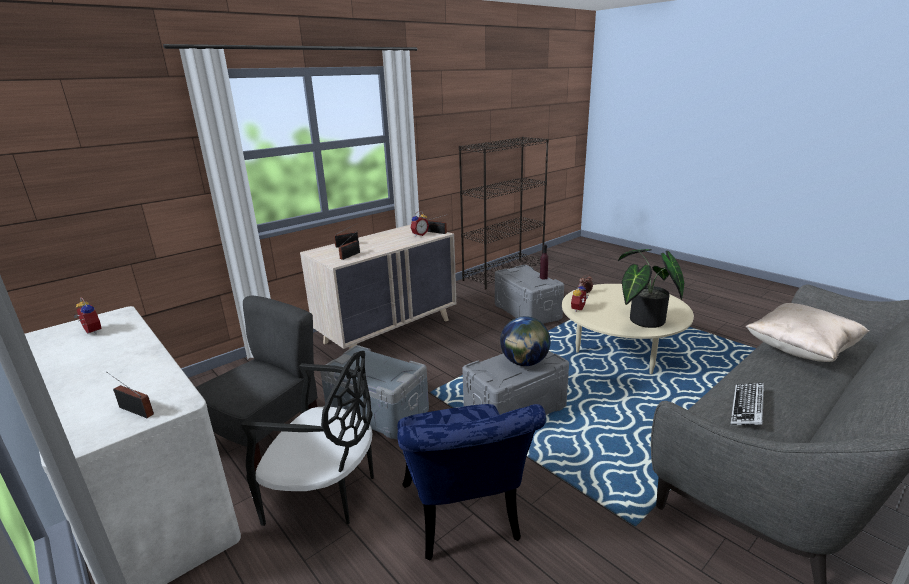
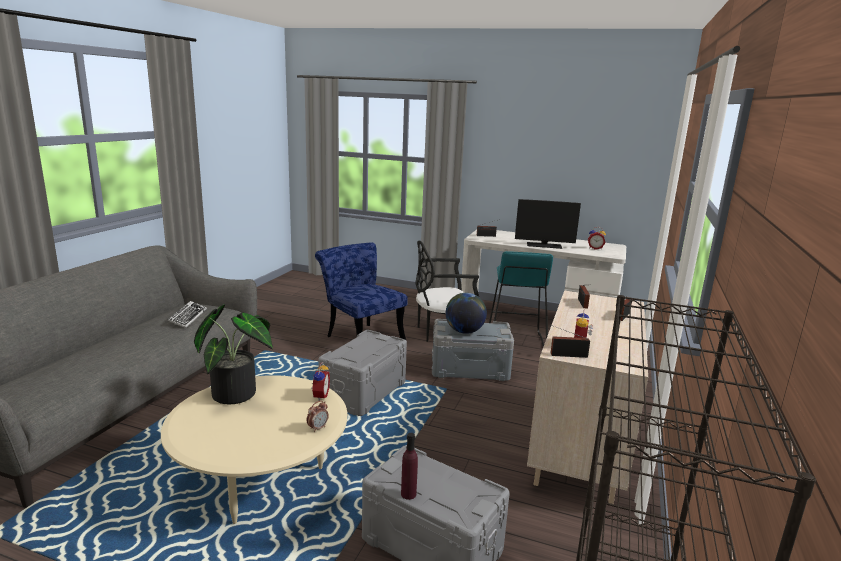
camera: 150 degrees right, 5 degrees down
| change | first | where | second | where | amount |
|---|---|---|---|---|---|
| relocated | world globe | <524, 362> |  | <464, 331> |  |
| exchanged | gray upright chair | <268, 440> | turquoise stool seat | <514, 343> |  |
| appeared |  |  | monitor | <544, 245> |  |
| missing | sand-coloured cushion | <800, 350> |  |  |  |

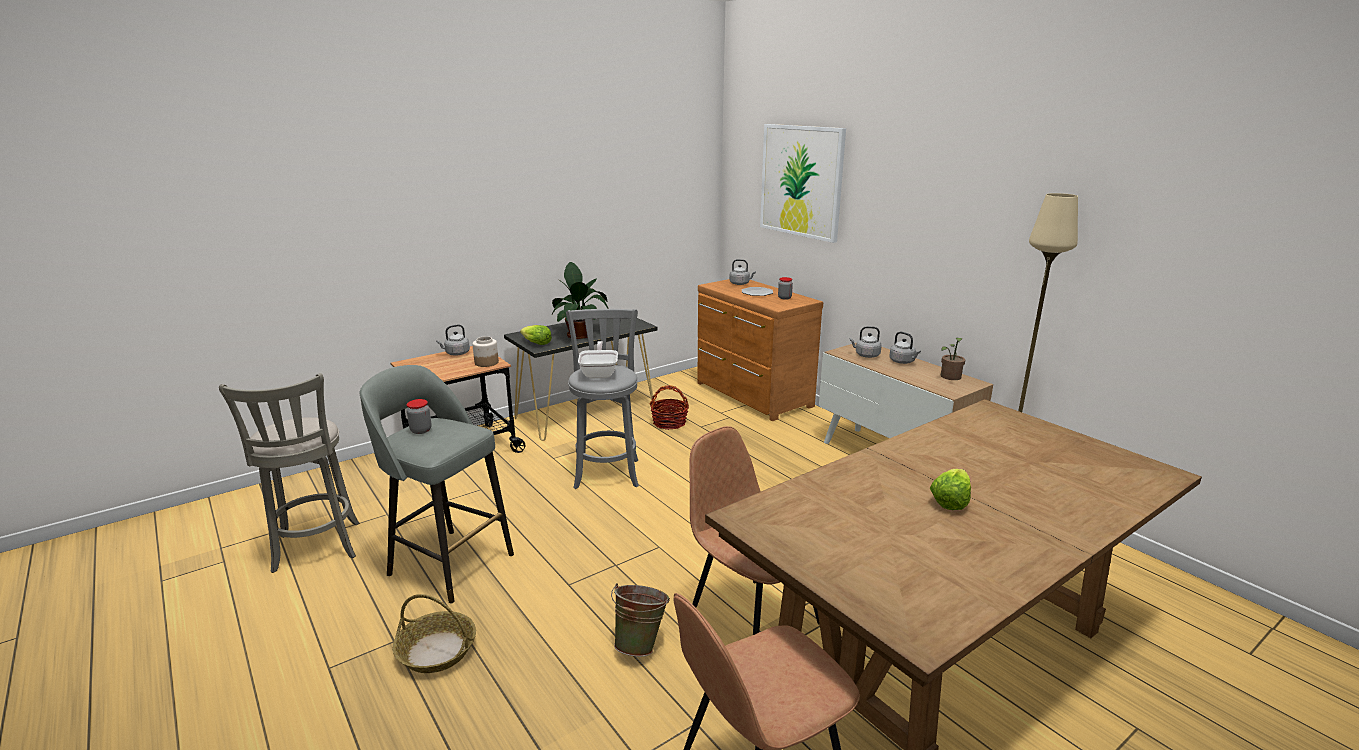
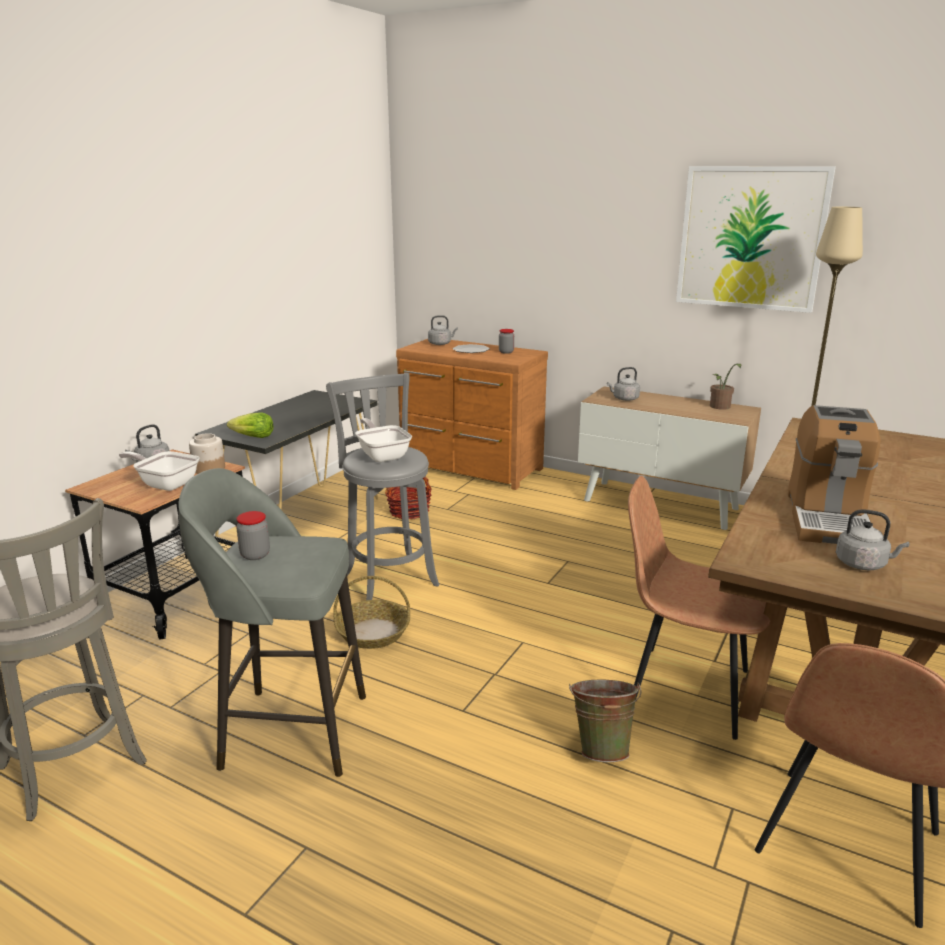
camera: 25 degrees left, 0 degrees up
| change | first | where | second | where | amount |
|---|---|---|---|---|---|
| appeared |  |  | frying pan | <165, 484> |  |
| relocated | storage basket | <437, 651> |  | <373, 632> |  |
| relocated | wall art | <801, 181> |  | <751, 238> |  |
| appeared |  |  | coffee machine | <827, 518> |  |
| relocated | gray tea kettle | <903, 362> |  | <863, 564> |  |
| missing | potted plant | <580, 334> |  |  |  |
| missing | head of lettuce | <950, 501> |  |  |  |

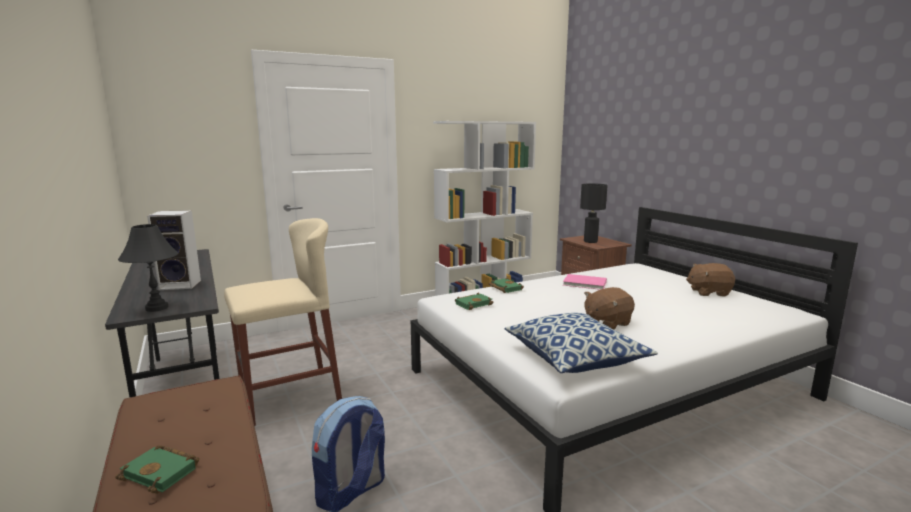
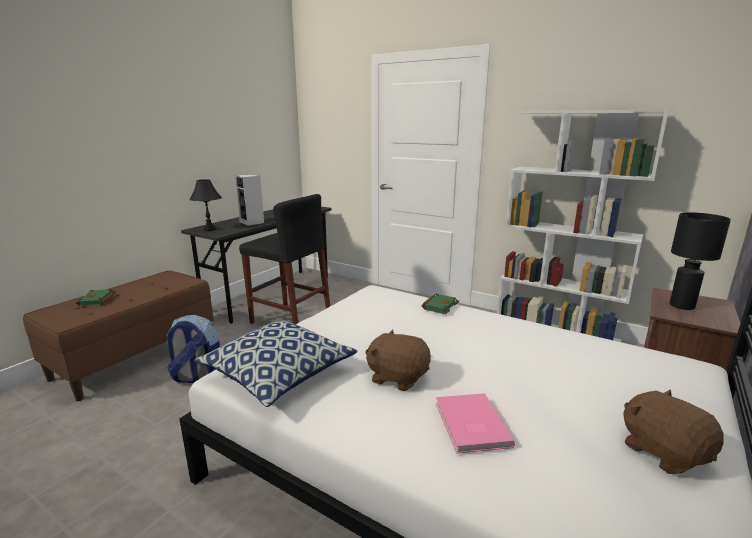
camera: 60 degrees right, 5 degrees up
| change | first | where | second | where | amount |
|---|---|---|---|---|---|
| colour | sand-coloured stool seat | <290, 397> | black stool seat | <290, 320> |  |
| relocated | pink-coloured book | <585, 284> |  | <470, 425> |  |
| missing | green book | <473, 304> |  |  |  |

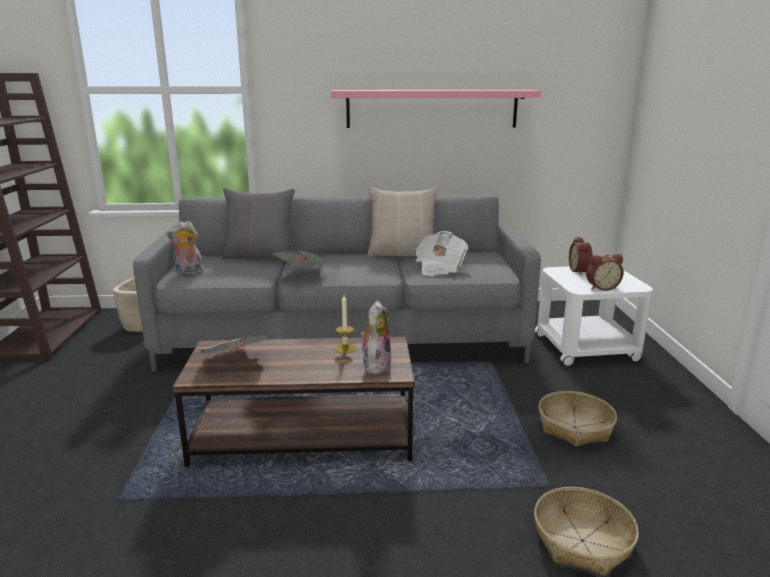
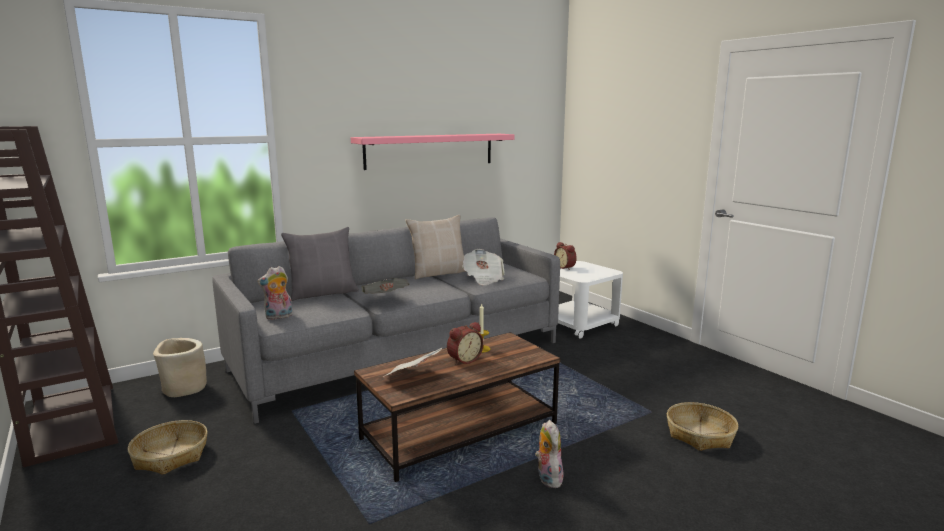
camera: 30 degrees left, 5 degrees down
| change | first | where | second | where | amount |
|---|---|---|---|---|---|
| relocated | storage basket | <574, 427> |  | <170, 456> |  |
| relocated | alarm clock | <601, 287> |  | <463, 360> |  |
| relocated | soft toy | <375, 365> |  | <547, 478> |  |

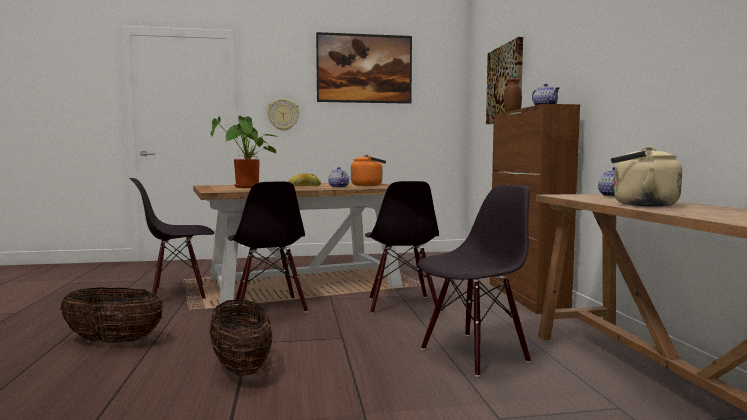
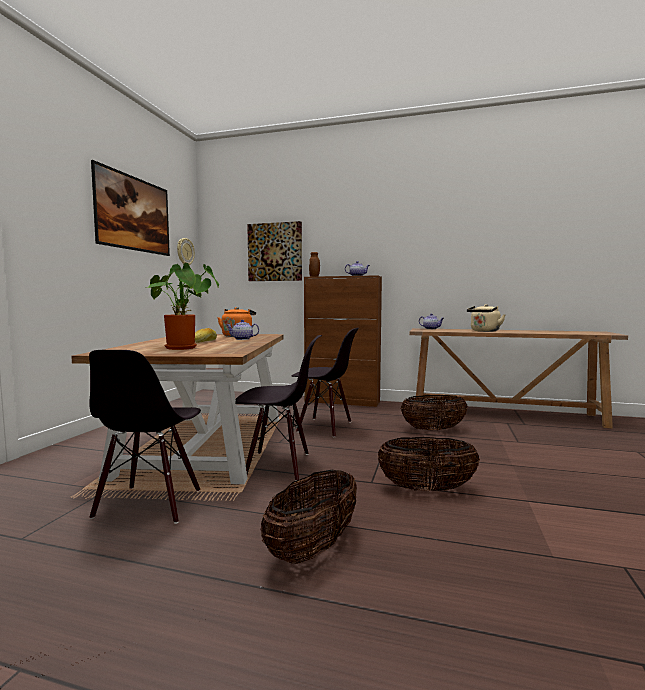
camera: 65 degrees left, 0 degrees up
| change | first | where | second | where | amount |
|---|---|---|---|---|---|
| relocated | clock on the wall | <283, 115> |  | <185, 252> |  |
| exchanged | black upright chair | <473, 354> | storage basket | <433, 429> |  |

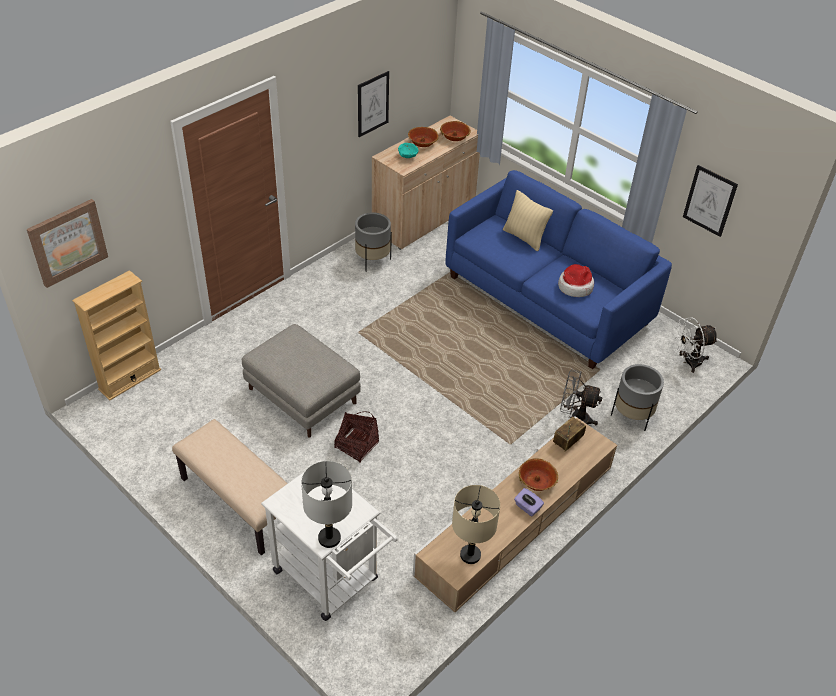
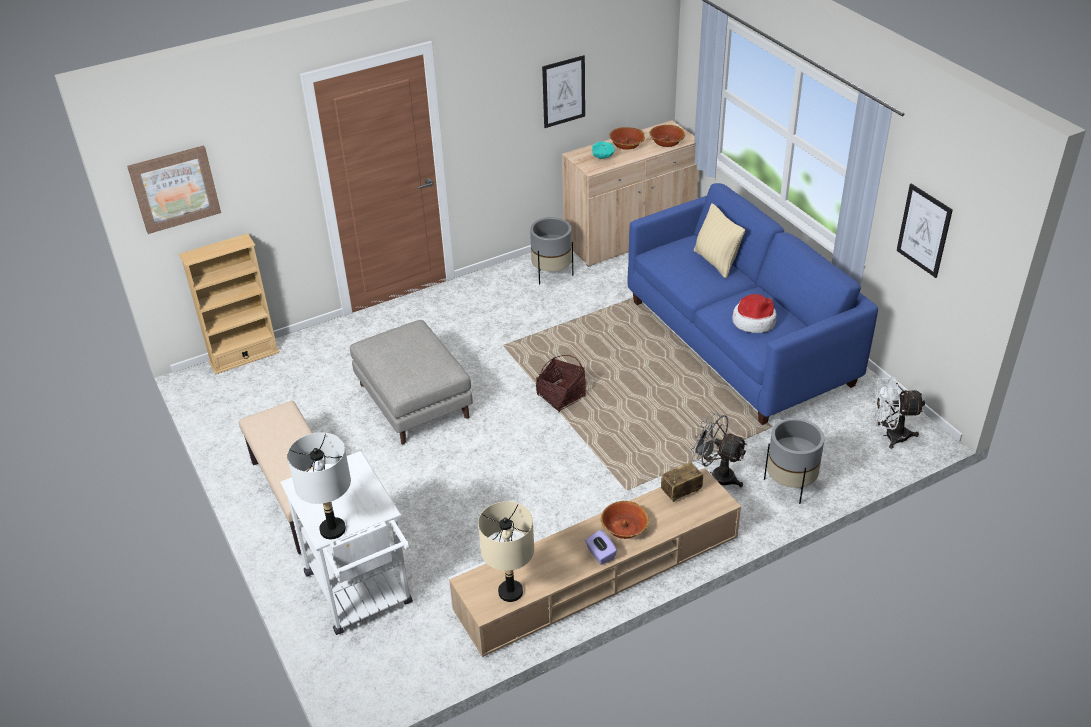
camera: 20 degrees right, 5 degrees down
| change | first | where | second | where | amount |
|---|---|---|---|---|---|
| relocated | storage basket | <356, 445> |  | <560, 396> |  |

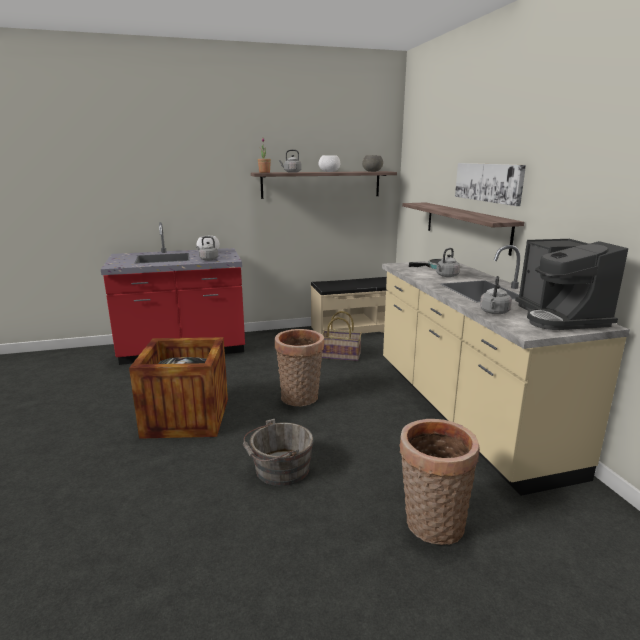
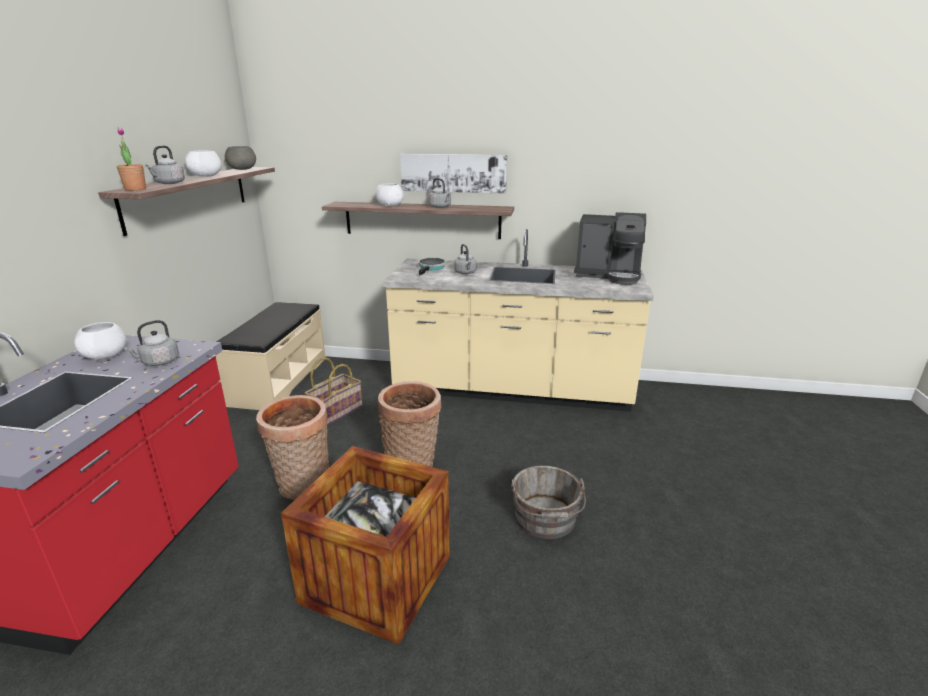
camera: 65 degrees left, 5 degrees up
| change | first | where | second | where | amount |
|---|---|---|---|---|---|
| relocated | storage basket | <431, 525> |  | <303, 487> |  |
| appeared |  |  | white serving bowl | <390, 205> |  |
| relocated | gray tea kettle | <494, 312> |  | <440, 207> |  |

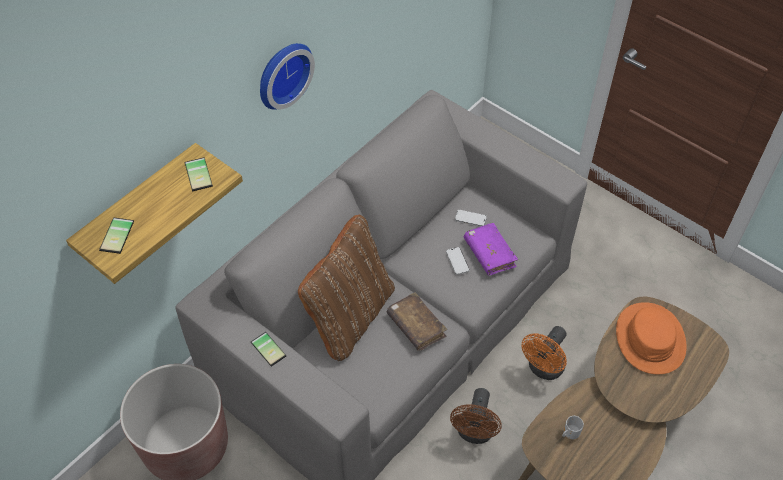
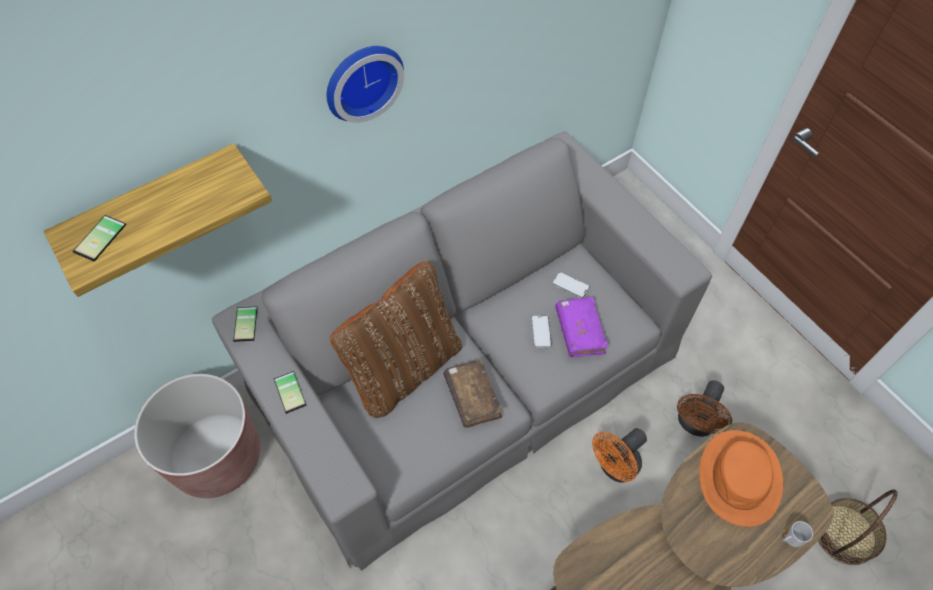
camera: 15 degrees right, 5 degrees up
| change | first | where | second | where | amount |
|---|---|---|---|---|---|
| relocated | telephone | <200, 174> |  | <247, 324> |  |
| relocated | brown-coloured cooling fan | <474, 433> |  | <695, 424> |  |
| relocated | coffee mug | <569, 433> |  | <790, 538> |  |
| appeared |  |  | storage basket | <845, 534> |  |

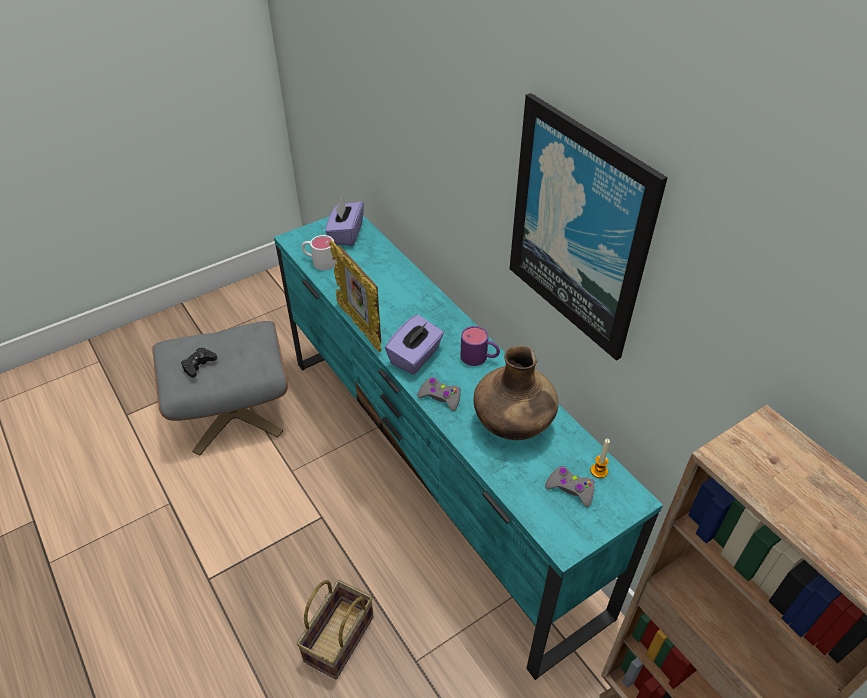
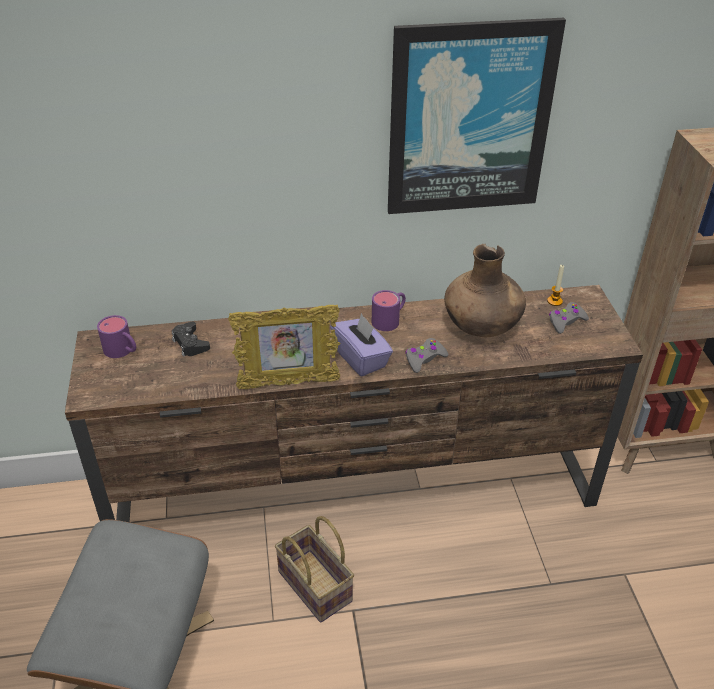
camera: 65 degrees left, 5 degrees down
| change | first | where | second | where | amount |
|---|---|---|---|---|---|
| colour | turquoise tv unit | <435, 476> | brown-coloured tv unit | <357, 494> |  |
| exchanged | purple tissue box | <346, 234> | purple coffee mug | <123, 351> |  |
| relocated | black game controller | <199, 365> |  | <190, 343> |  |
| relocated | storage basket | <339, 641> |  | <317, 586> |  |
| missing | white coffee mug | <319, 261> |  |  |  |

